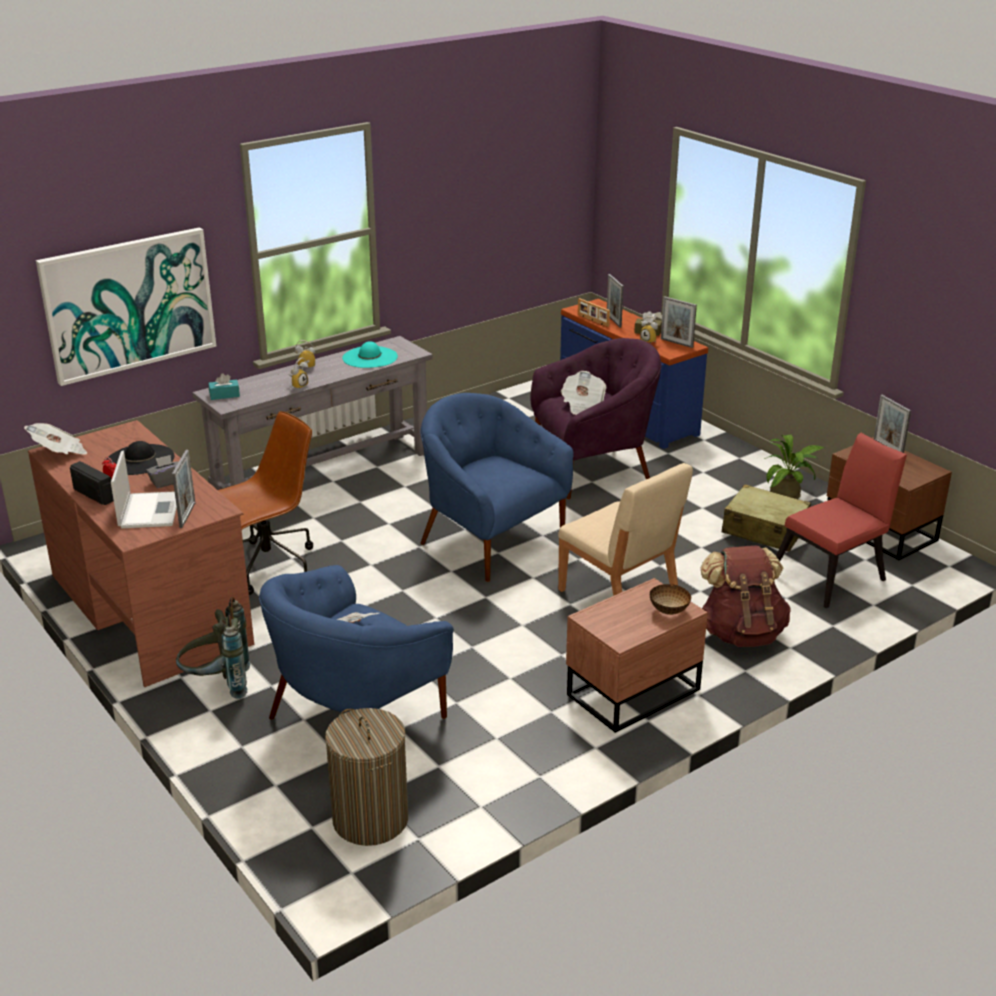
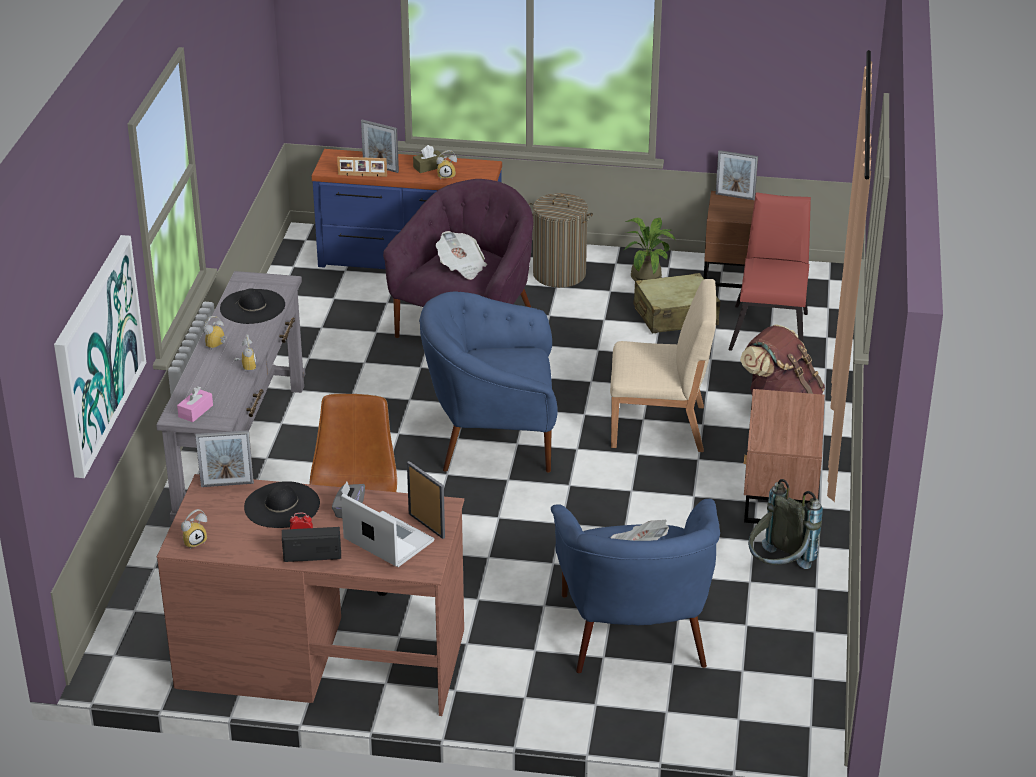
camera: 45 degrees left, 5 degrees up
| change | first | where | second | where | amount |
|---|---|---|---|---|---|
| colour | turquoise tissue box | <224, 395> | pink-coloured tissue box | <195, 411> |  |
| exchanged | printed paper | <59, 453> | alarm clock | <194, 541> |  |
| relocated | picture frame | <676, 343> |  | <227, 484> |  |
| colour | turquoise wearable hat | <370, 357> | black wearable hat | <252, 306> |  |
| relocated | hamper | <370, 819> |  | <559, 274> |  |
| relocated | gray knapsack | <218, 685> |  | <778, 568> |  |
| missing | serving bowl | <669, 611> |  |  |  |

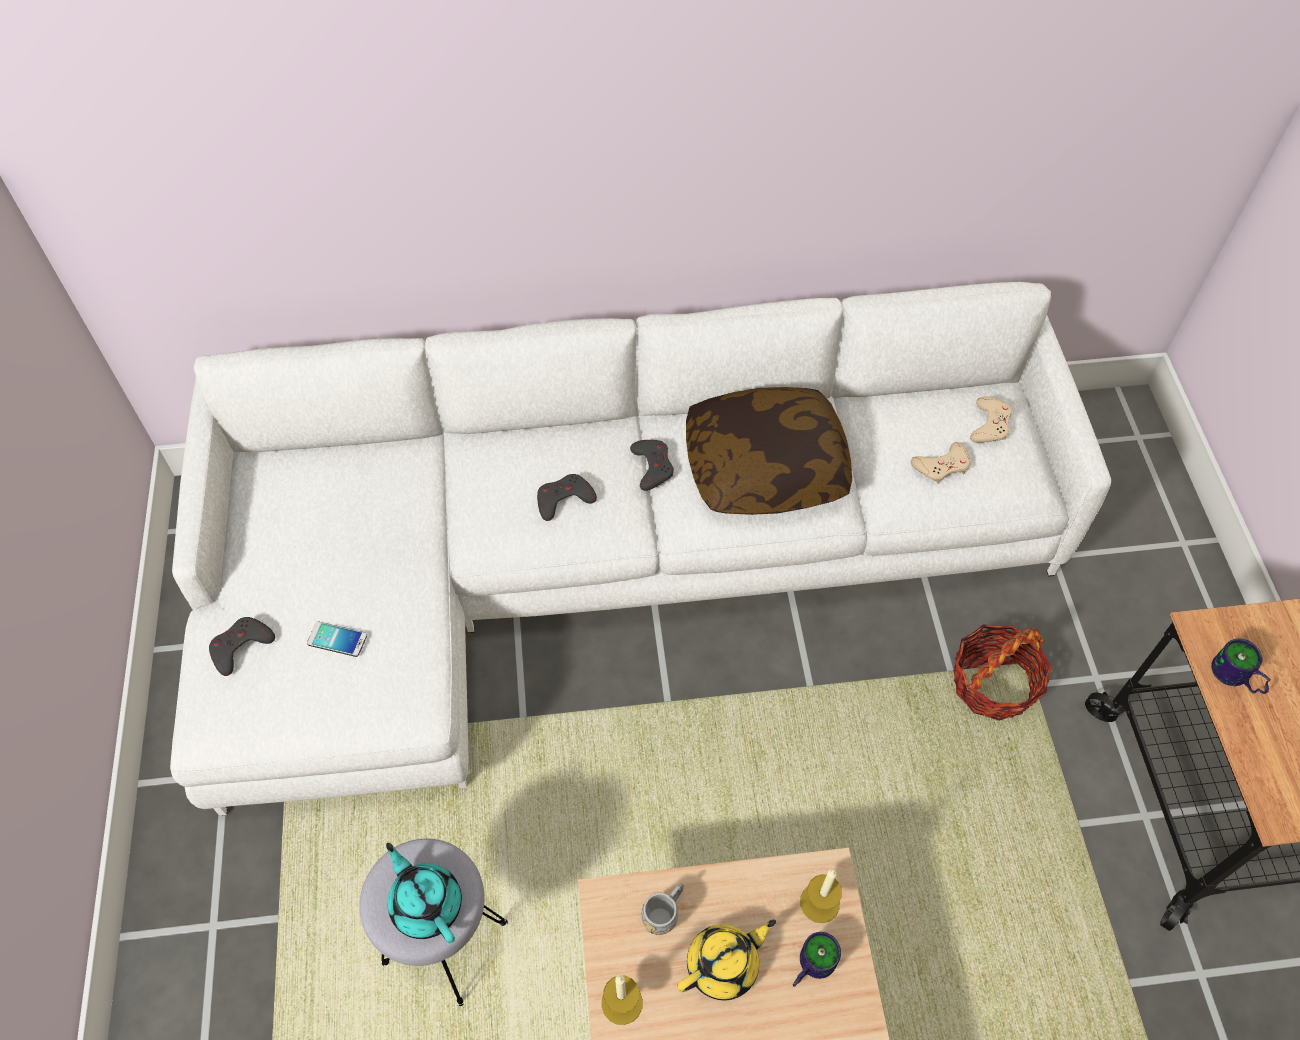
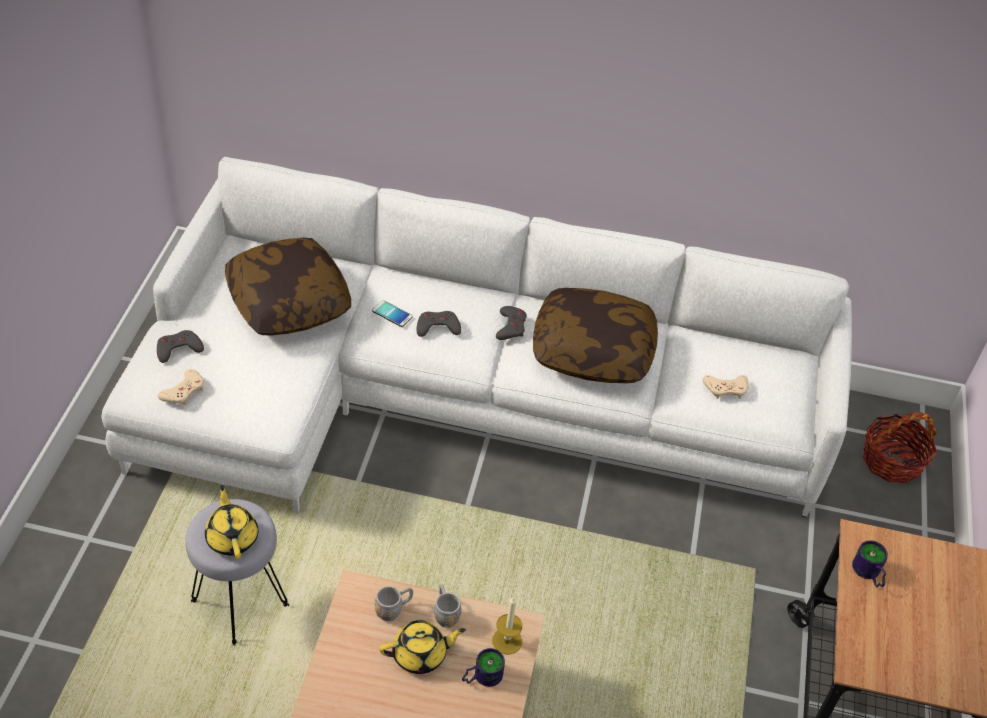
camera: 15 degrees right, 10 degrees down
| change | first | where | second | where | amount |
|---|---|---|---|---|---|
| relocated | sand-coloured game controller | <990, 424> |  | <184, 391> |  |
| colour | turquoise pot for tea | <426, 903> | yellow pot for tea | <232, 537> |  |
| appeared |  |  | cushion | <288, 303> |  |
| relocated | telephone | <337, 639> |  | <392, 314> |  |
| appeared |  |  | gray coffee mug | <445, 613> |  |
| relocated | storage basket | <992, 684> |  | <892, 461> |  |
| missing | wax light | <622, 1003> |  |  |  |

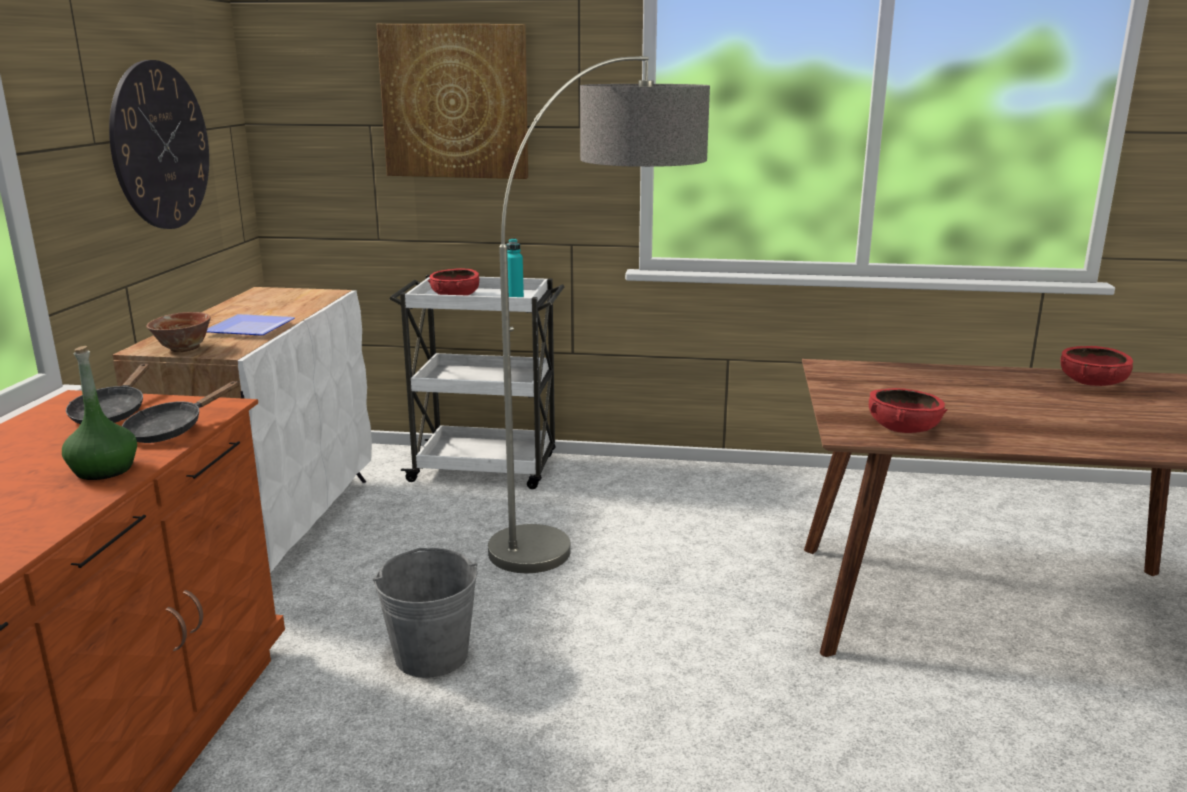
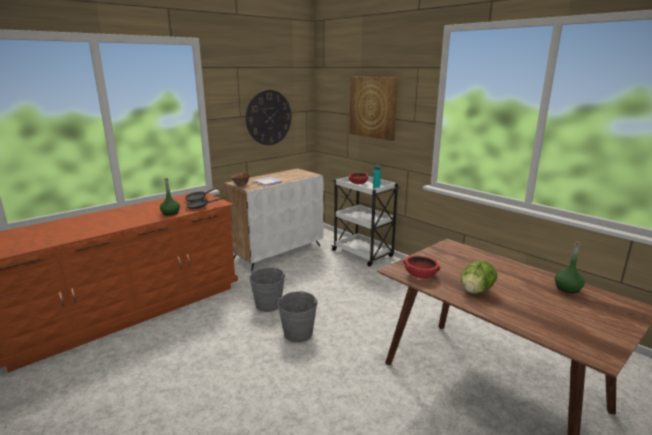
camera: 40 degrees right, 0 degrees up
| change | first | where | second | where | amount |
|---|---|---|---|---|---|
| appeared |  |  | gray water bucket | <298, 333> |  |
| appeared |  |  | head of lettuce | <476, 291> |  |
| exchanged | reddish serving bowl | <1092, 383> | green beverage bottle | <567, 288> |  |
| missing | floor lamp | <603, 522> |  |  |  |

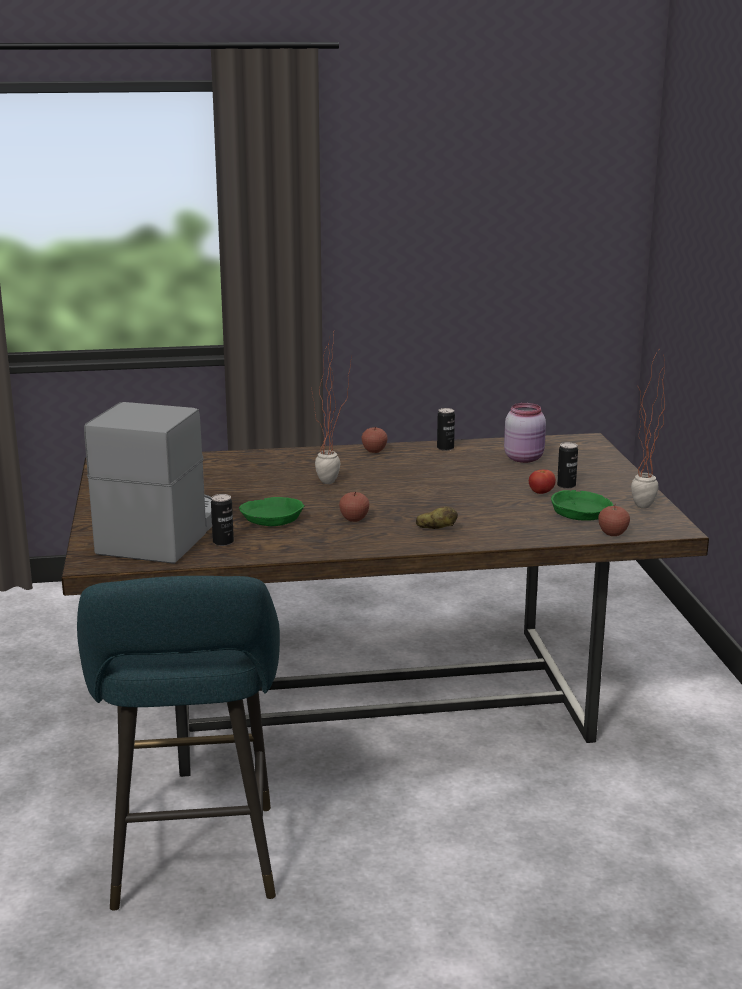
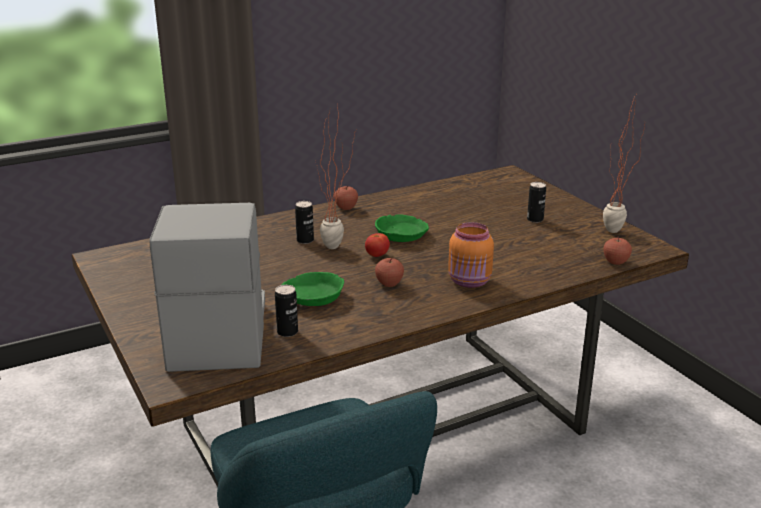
camera: 20 degrees left, 5 degrees up
| change | first | where | second | where | amount |
|---|---|---|---|---|---|
| relocated | sealed can | <445, 448> |  | <305, 240> |  |
| relocated | whole tomato | <541, 493> |  | <377, 255> |  |
| relocated | green serving bowl | <582, 513> |  | <402, 234> |  |
| exchanged | whole potato | <436, 529> | orange-coloured storage jar | <470, 282> |  |
| missing | pink-coloured storage jar | <525, 458> |  |  |  |

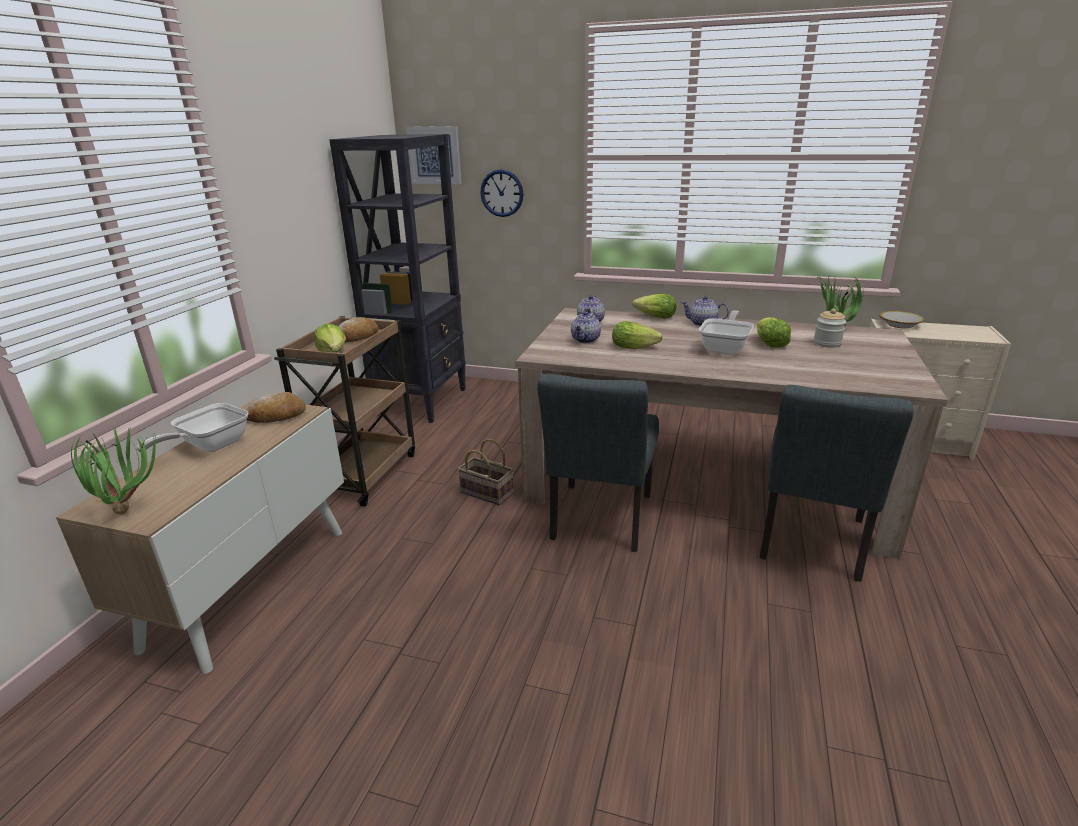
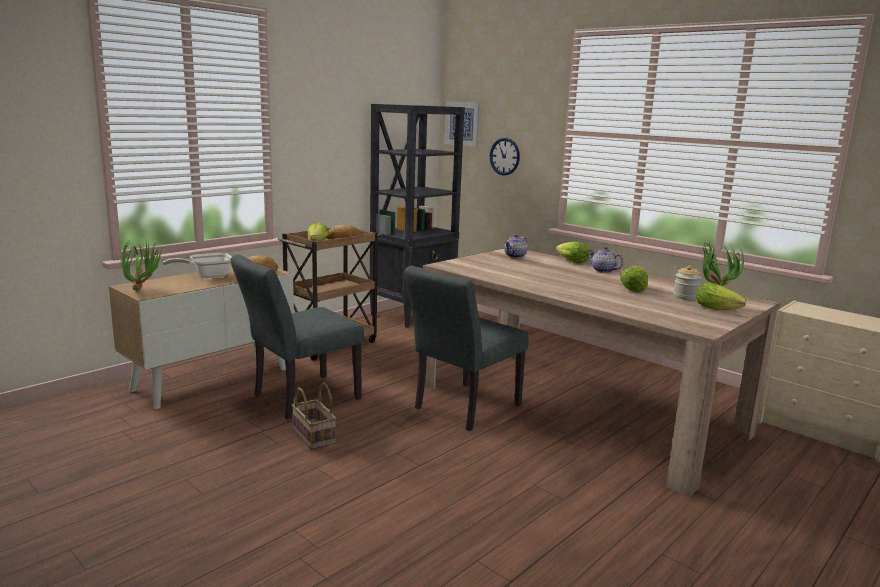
camera: 25 degrees right, 10 degrees down
| change | first | where | second | where | amount |
|---|---|---|---|---|---|
| relocated | gray upright chair | <810, 544> |  | <299, 398> |  |
| relocated | storage basket | <485, 493> |  | <312, 436> |  |
| relocated | head of lettuce | <636, 347> |  | <719, 309> |  |
| missing | pot for tea | <586, 340> |  |  |  |
| missing | frying pan | <725, 348> |  |  |  |
| missing | serving bowl | <900, 325> |  |  |  |

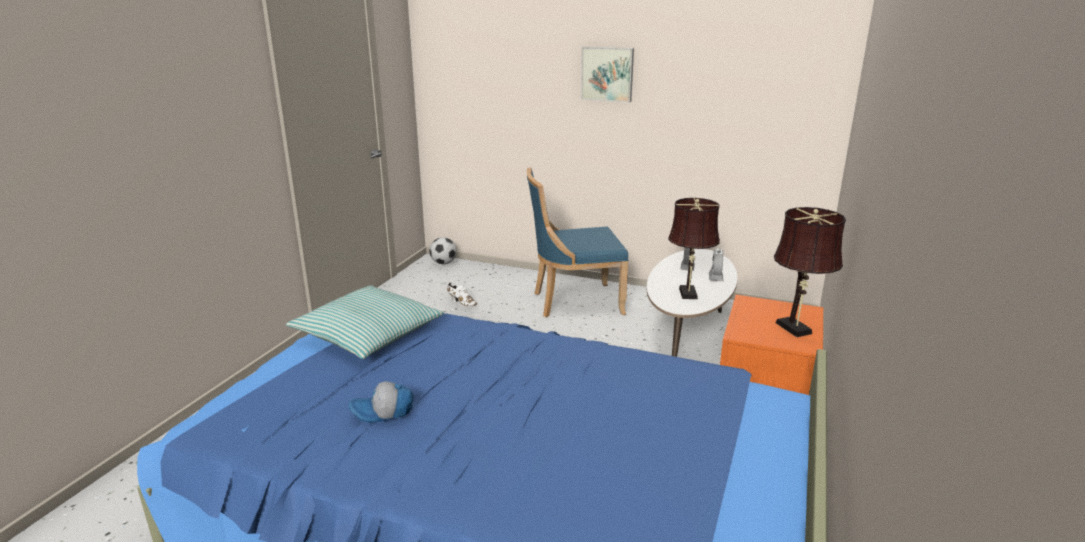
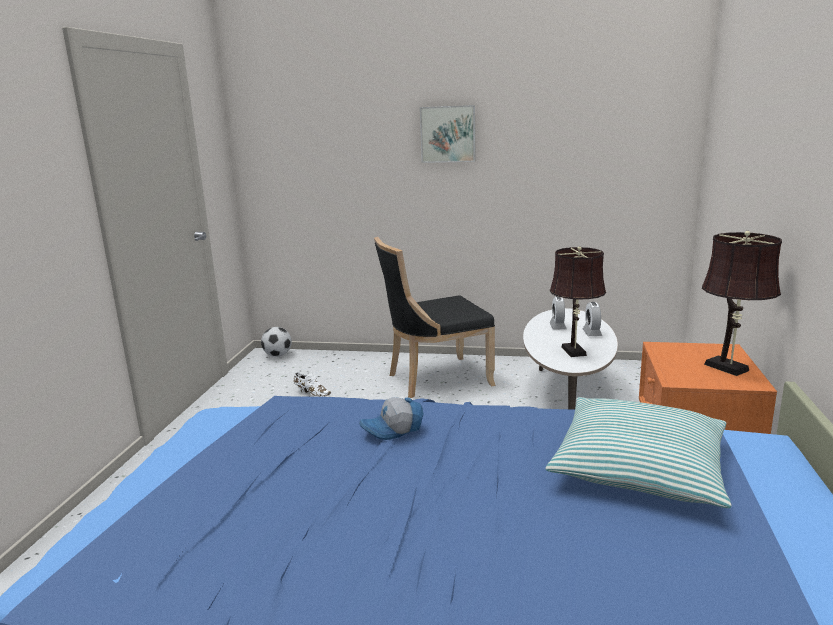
camera: 10 degrees left, 5 degrees down
| change | first | where | second | where | amount |
|---|---|---|---|---|---|
| relocated | cap | <383, 411> |  | <393, 429> |  |
| colour | bluish upright chair | <574, 302> | black upright chair | <435, 379> |  |
| relocated | cushion | <368, 334> |  | <639, 466> |  |

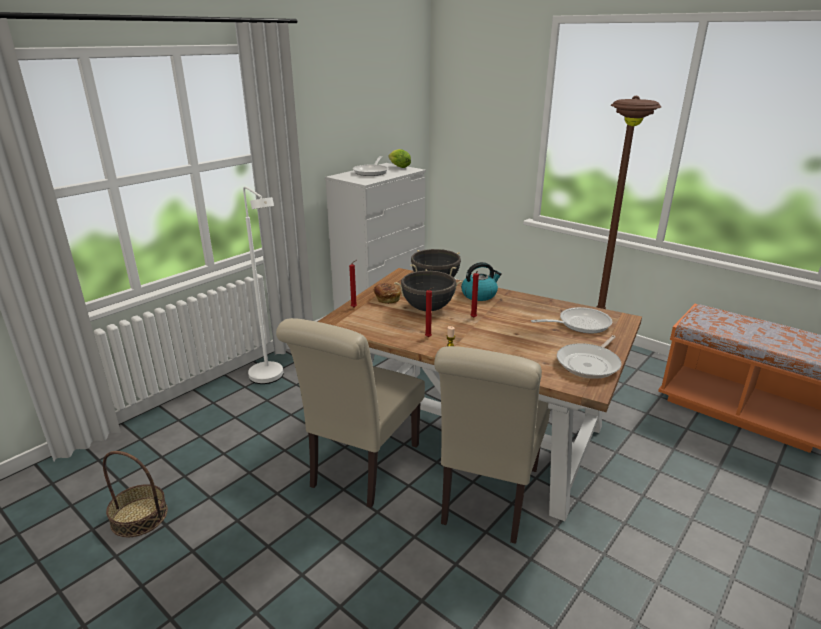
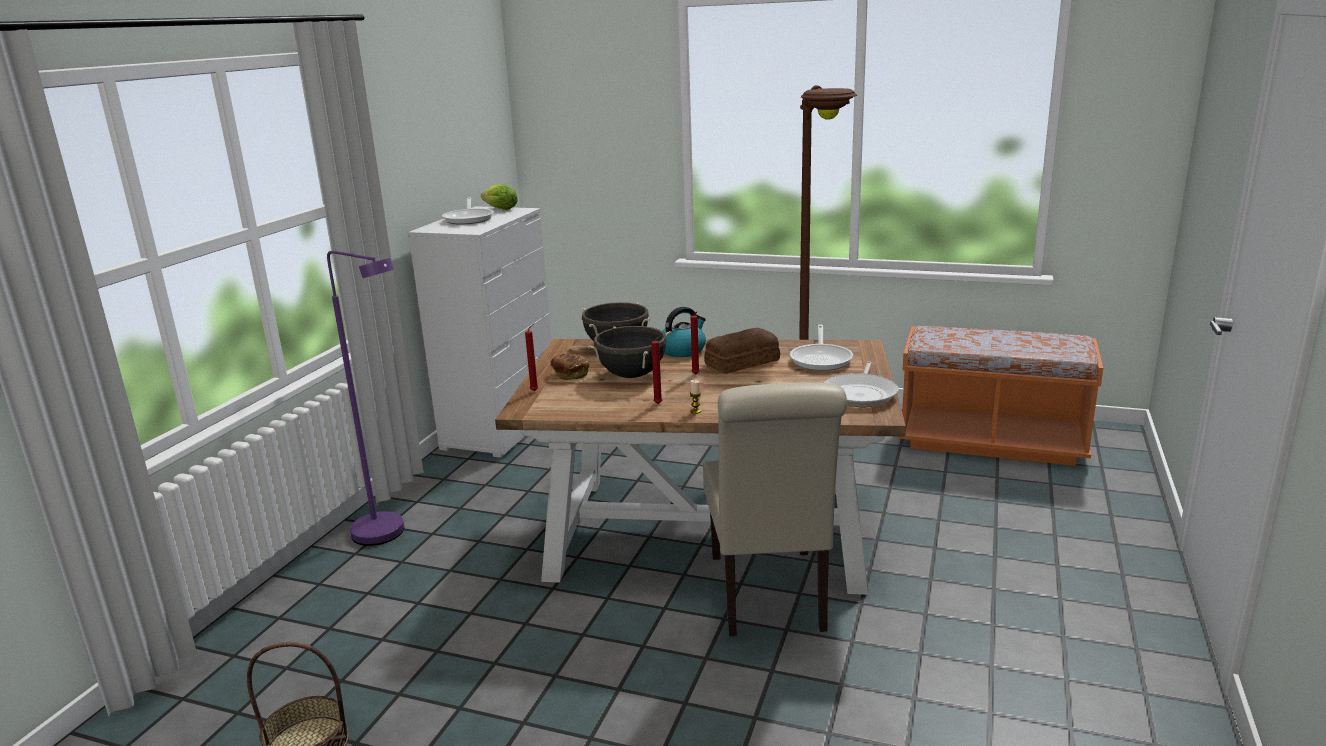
camera: 20 degrees left, 5 degrees down
| change | first | where | second | where | amount |
|---|---|---|---|---|---|
| colour | white floor lamp | <271, 379> | purple floor lamp | <389, 535> |  |
| appeared |  |  | baked bread | <740, 362> |  |
| spun | frying pan | <579, 324> |  | <821, 359> | 135 degrees clockwise |
| missing | sand-coloured upright chair | <361, 469> |  |  |  |

